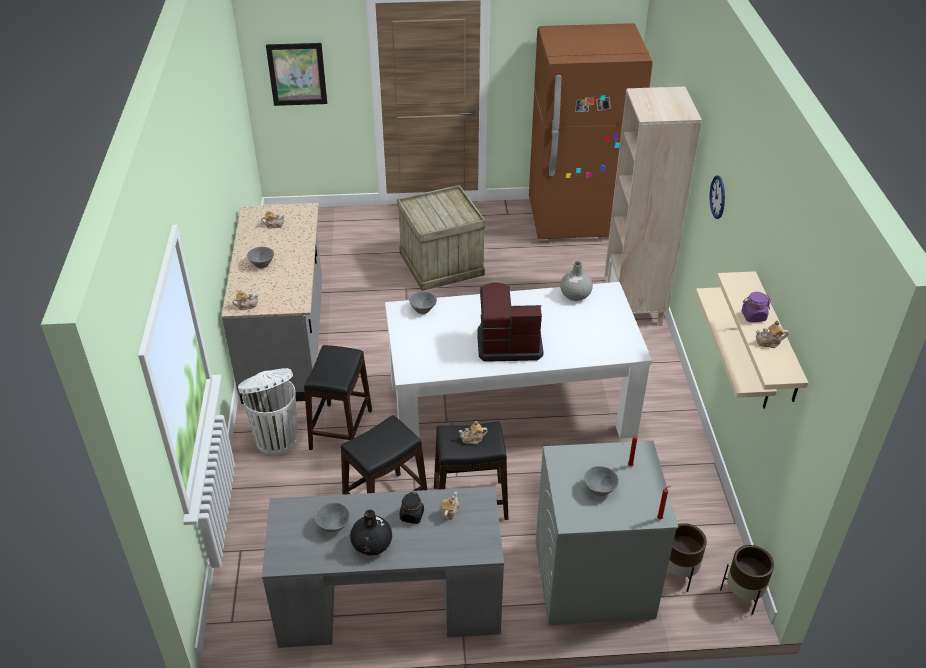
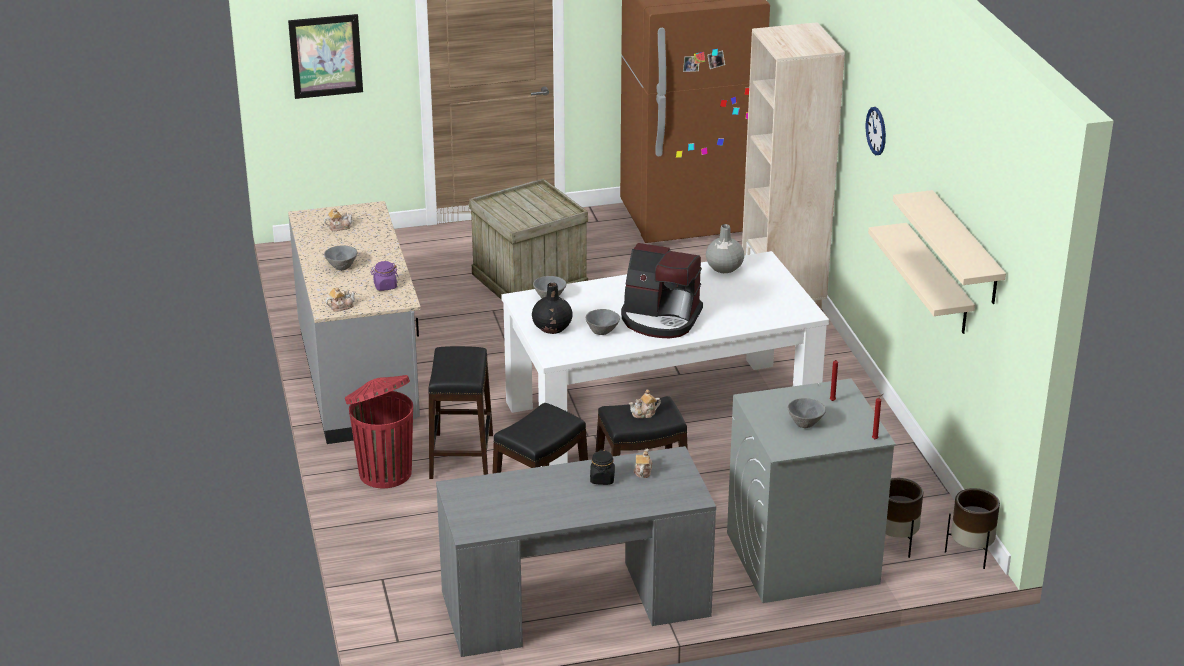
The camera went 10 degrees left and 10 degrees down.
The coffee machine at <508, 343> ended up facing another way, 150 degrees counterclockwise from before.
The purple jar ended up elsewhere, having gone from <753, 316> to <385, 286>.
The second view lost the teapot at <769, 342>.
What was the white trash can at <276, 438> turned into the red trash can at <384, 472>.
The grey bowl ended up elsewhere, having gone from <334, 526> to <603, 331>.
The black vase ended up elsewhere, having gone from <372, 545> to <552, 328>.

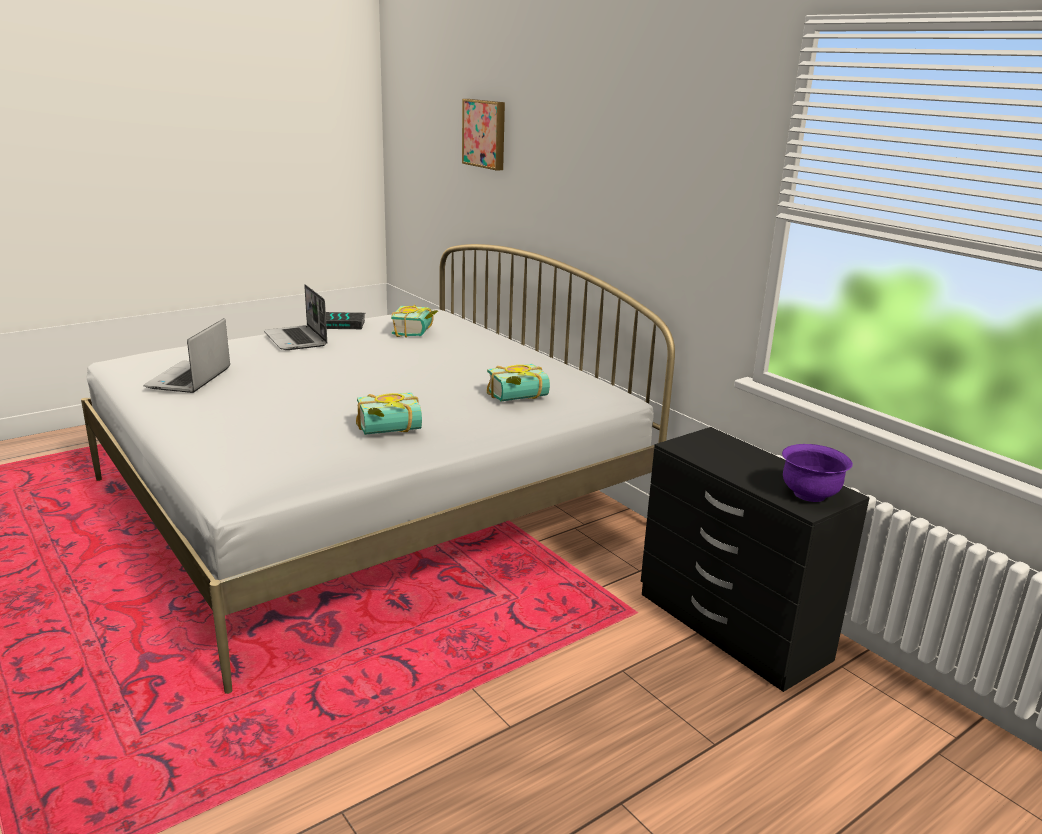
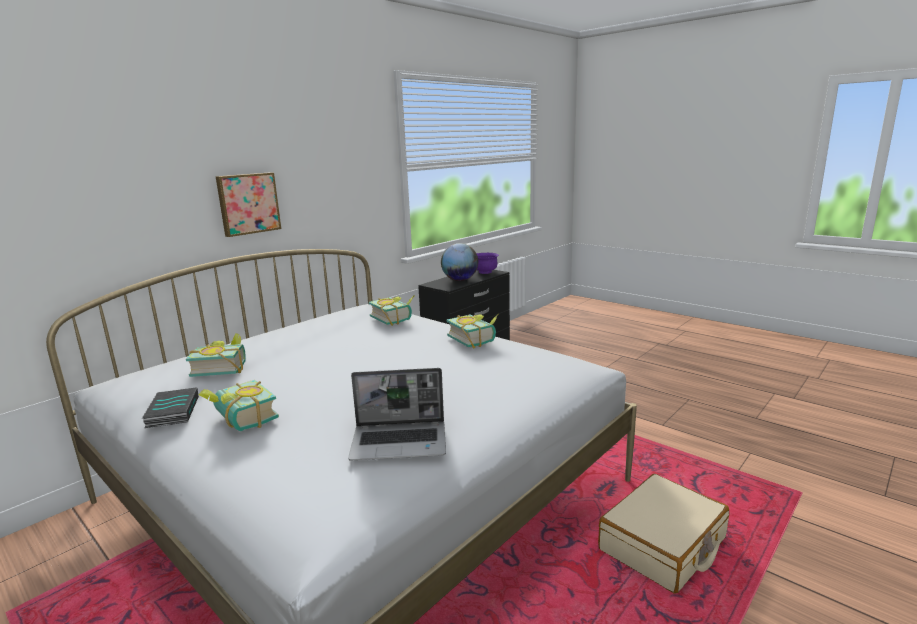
The camera went 100 degrees left and 5 degrees down.
The picture ended up elsewhere, having gone from <485, 134> to <248, 203>.
Where the laptop stood at <297, 339>, the book came to stand at <240, 421>.
The second view gained the globe at <460, 280>.
The second view gained the beige suitcase at <663, 544>.

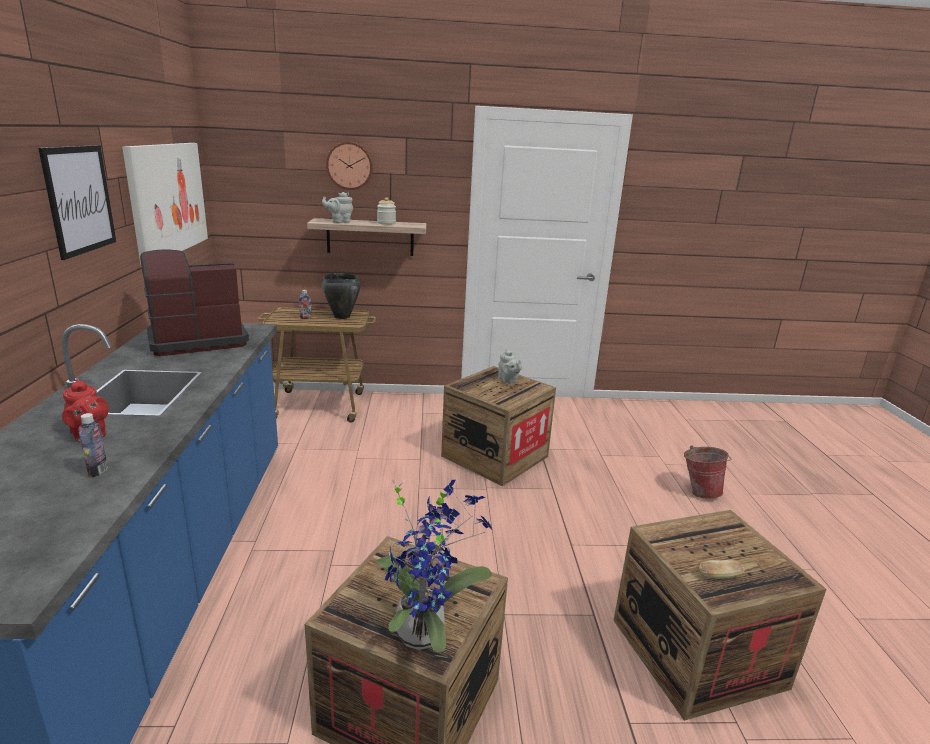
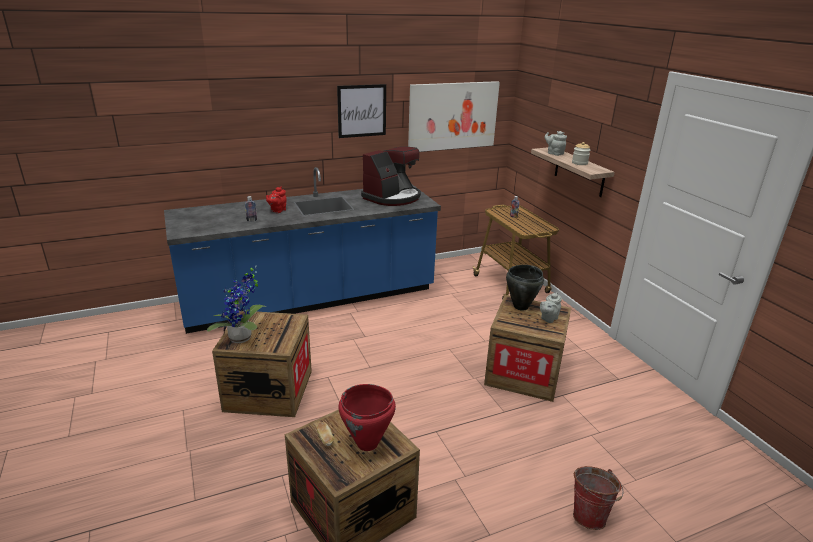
The camera went 70 degrees right and 5 degrees up.
The second view lost the wall clock at <350, 166>.
The coffee machine at <196, 340> ended up facing another way, 90 degrees clockwise from before.
The black cooking pot ended up elsewhere, having gone from <341, 317> to <520, 306>.
The second view gained the red cooking pot at <367, 443>.

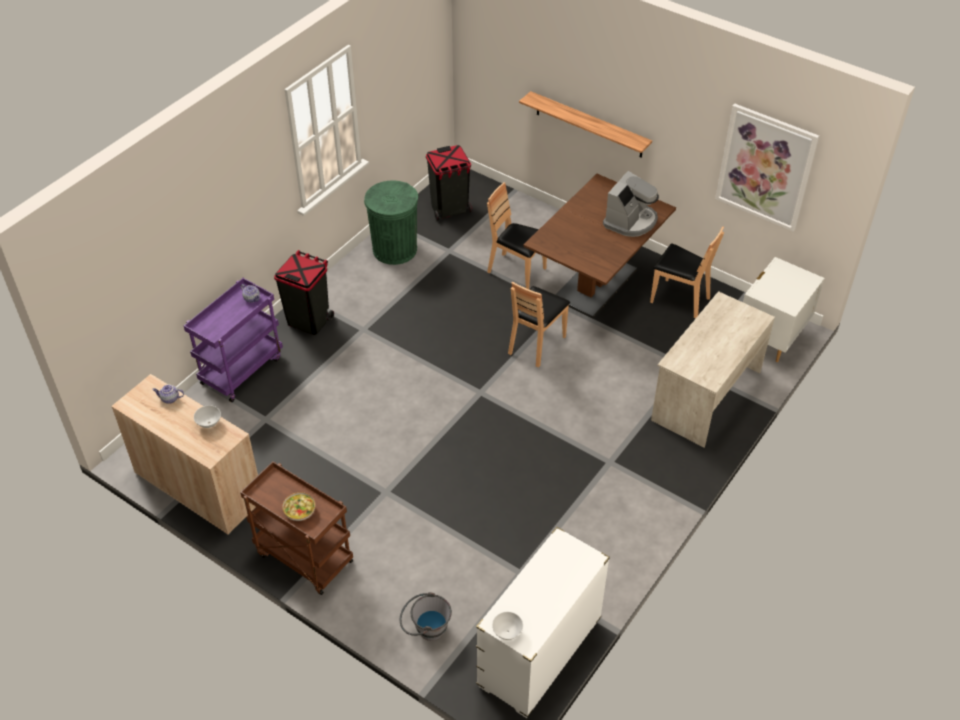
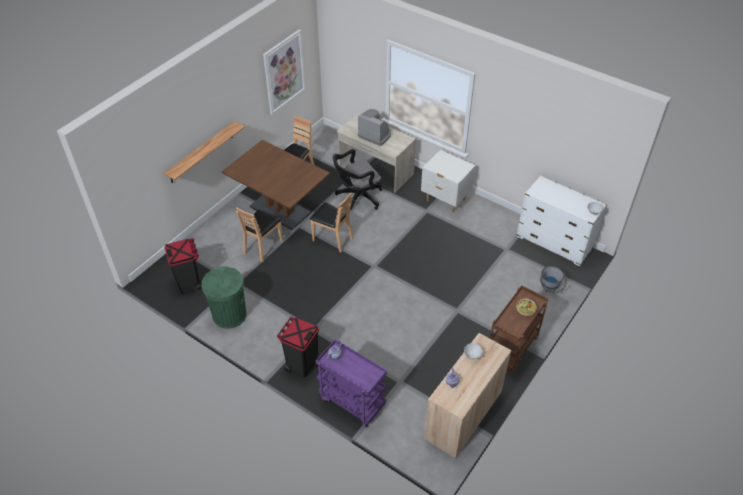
The camera went 90 degrees left and 0 degrees up.
The coffee machine ended up elsewhere, having gone from <630, 221> to <375, 135>.
The white nightstand ended up elsewhere, having gone from <770, 339> to <445, 200>.
The second view gained the black office chair at <357, 198>.

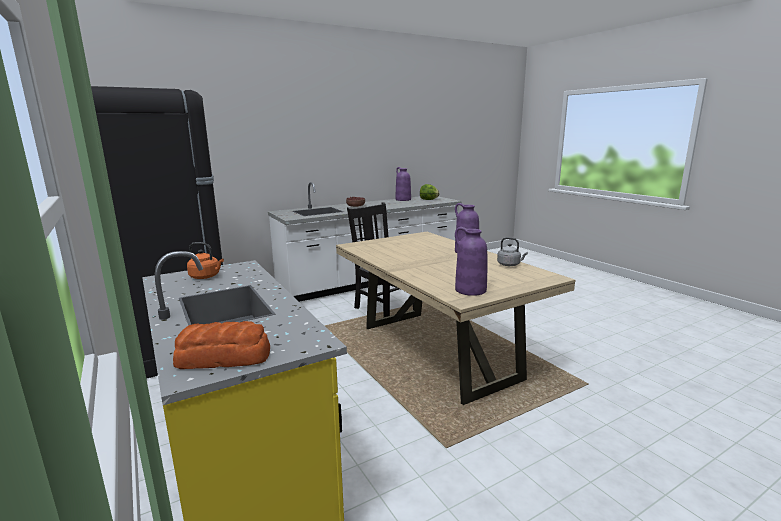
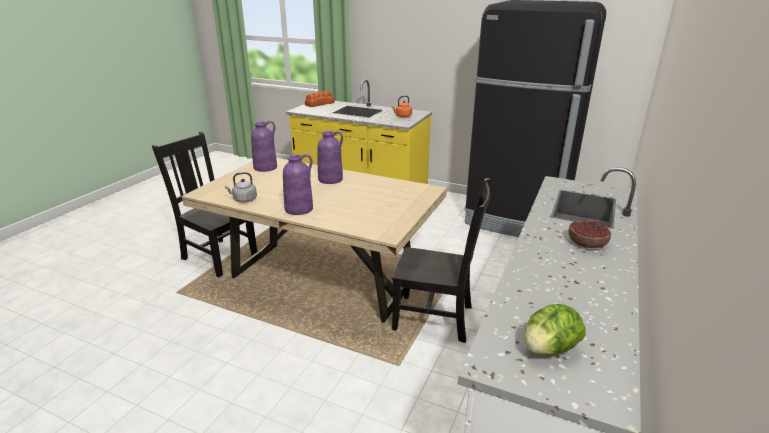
The camera went 145 degrees right and 10 degrees up.
The purple vase ended up elsewhere, having gone from <403, 199> to <331, 179>.
The second view gained the black chair at <218, 256>.

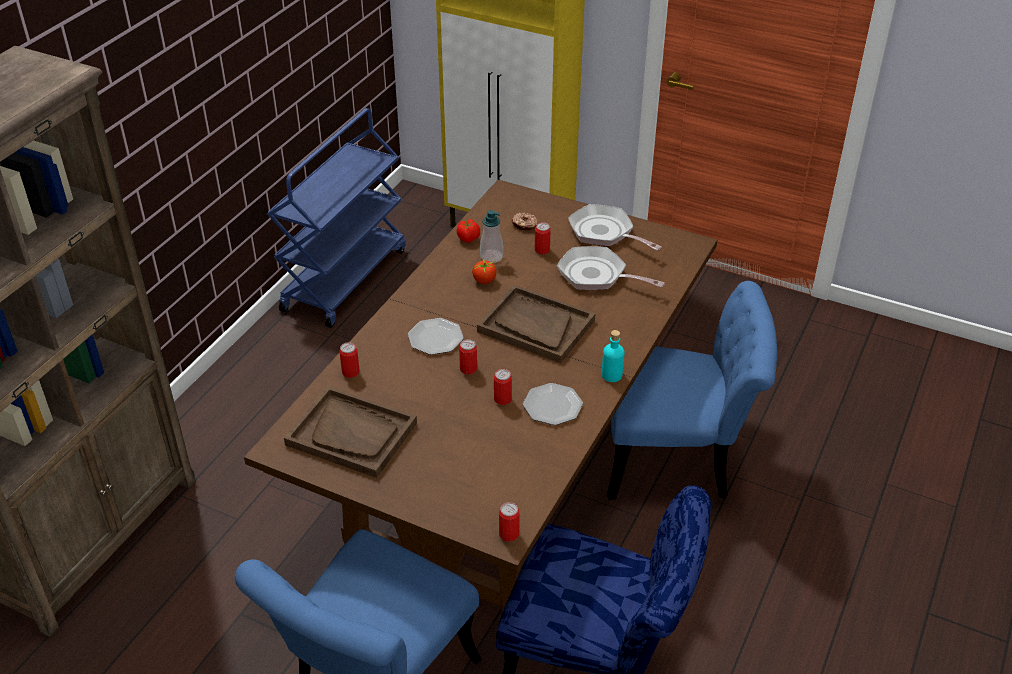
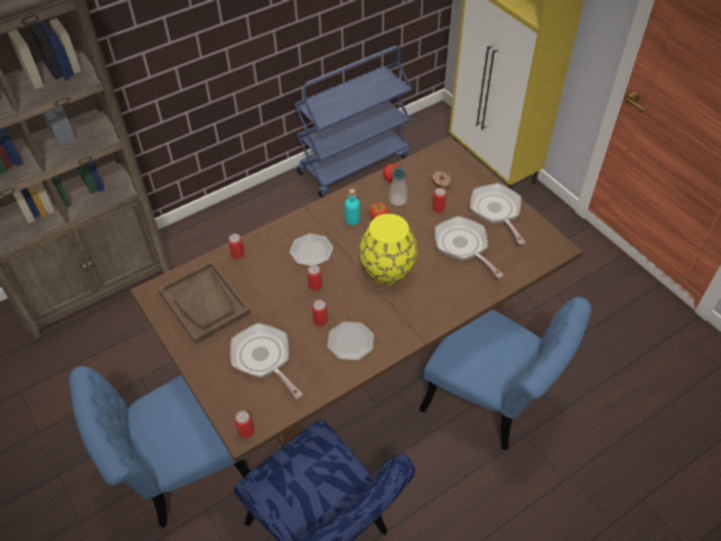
The camera went 30 degrees right and 10 degrees up.
Where the brown tray stood at <535, 326>, the yellow vase came to stand at <387, 270>.
The turquoise bottle ended up elsewhere, having gone from <611, 375> to <352, 219>.
The second view gained the frying pan at <263, 358>.

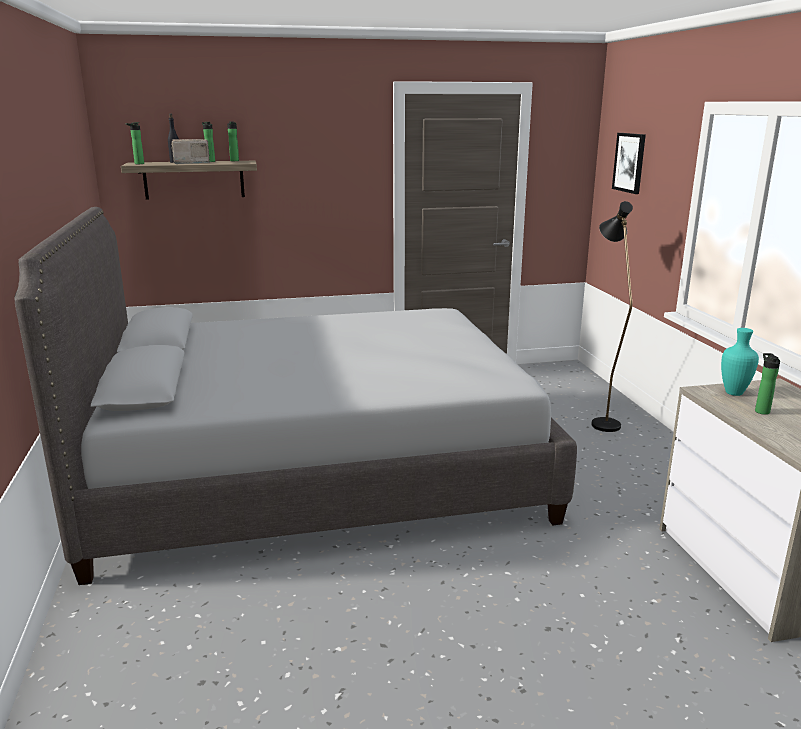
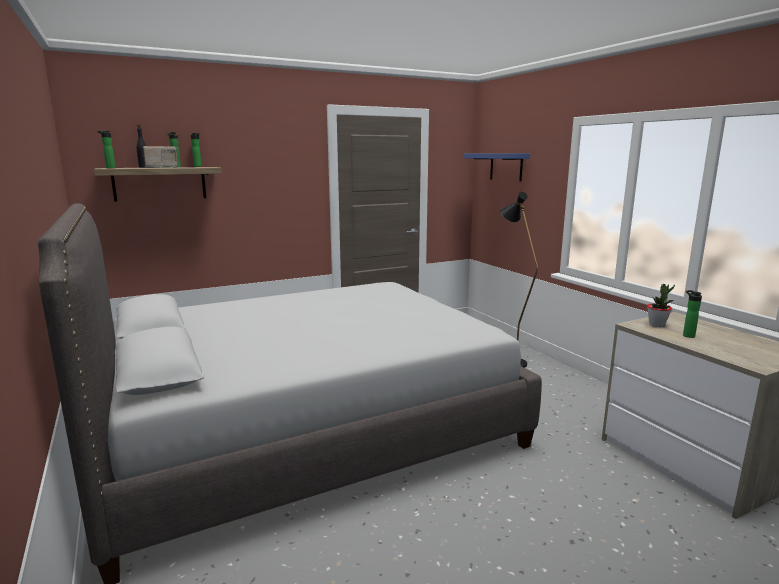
The camera went 15 degrees left and 5 degrees down.
Where the picture hung at <629, 162>, the blue shelf came to hang at <506, 167>.
Where the turquoise vase stood at <734, 393>, the potted plant came to stand at <657, 325>.

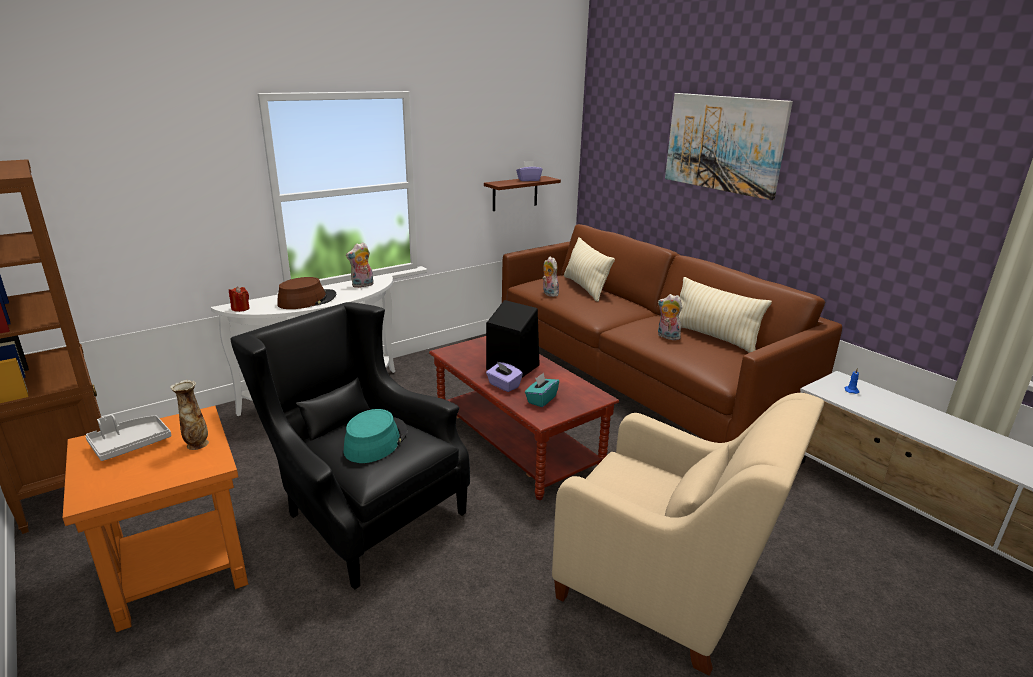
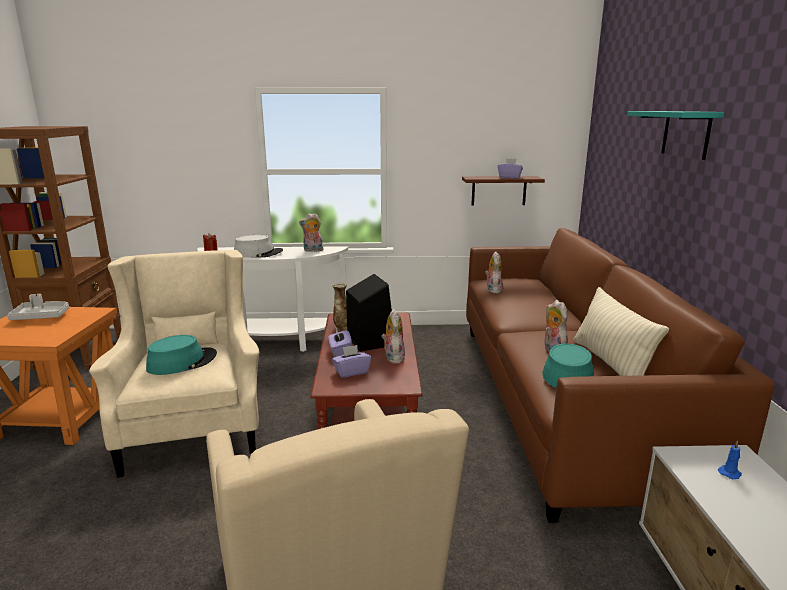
The camera went 35 degrees right and 5 degrees down.
Where the picture hung at <724, 143>, the turquoise shelf came to hang at <686, 134>.
The second view lost the beige pillow at <585, 288>.
What was the brown hat at <307, 300> turned into the grey hat at <258, 253>.
What was the black armchair at <362, 510> turned into the beige armchair at <194, 425>.
What was the turquoise tissue box at <541, 399> turned into the purple tissue box at <351, 372>.
The vase ended up elsewhere, having gone from <197, 444> to <341, 328>.
The second view gained the plush toy at <393, 357>.
The second view gained the turquoise hat at <567, 373>.

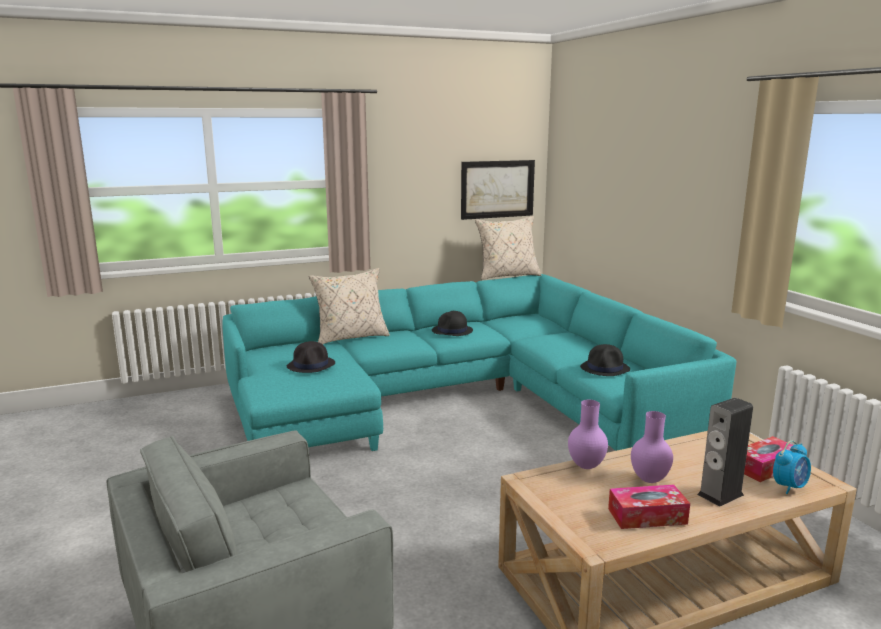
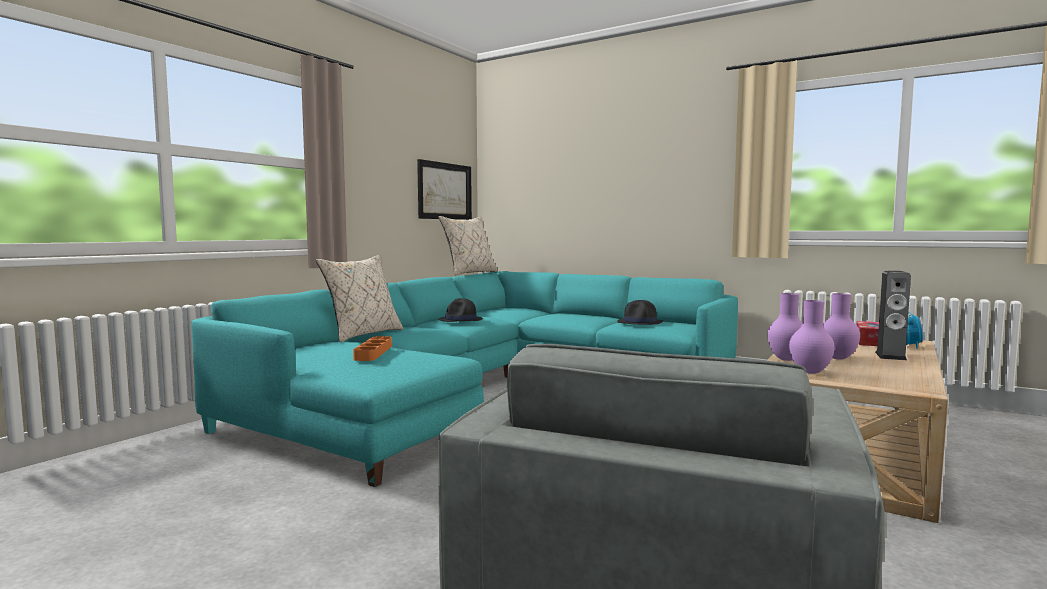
The camera went 35 degrees left and 10 degrees down.
Where the black hat stood at <311, 365>, the orange tray came to stand at <373, 352>.
The second view lost the tissue box at <647, 516>.
The second view gained the purple vase at <811, 372>.

